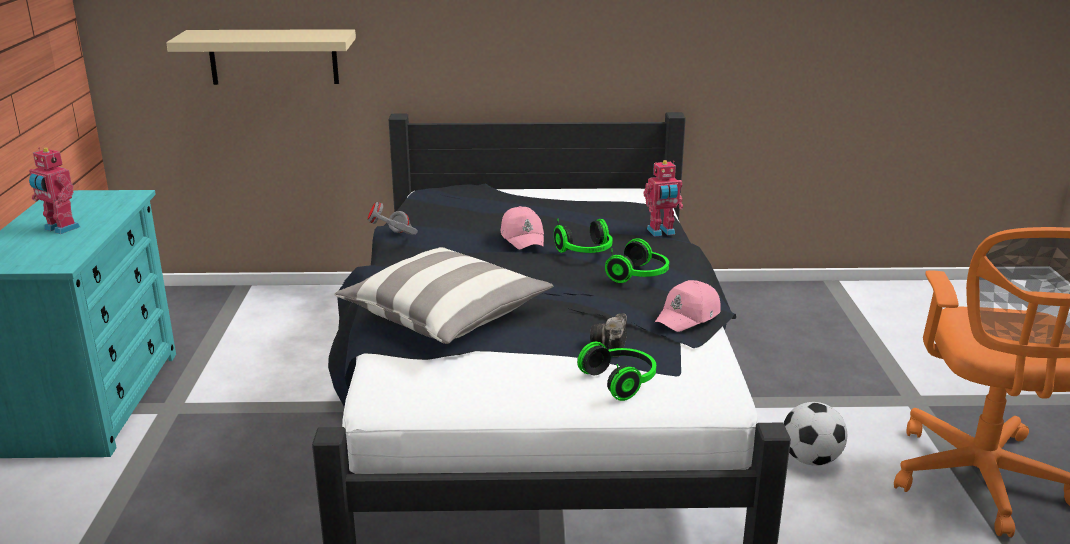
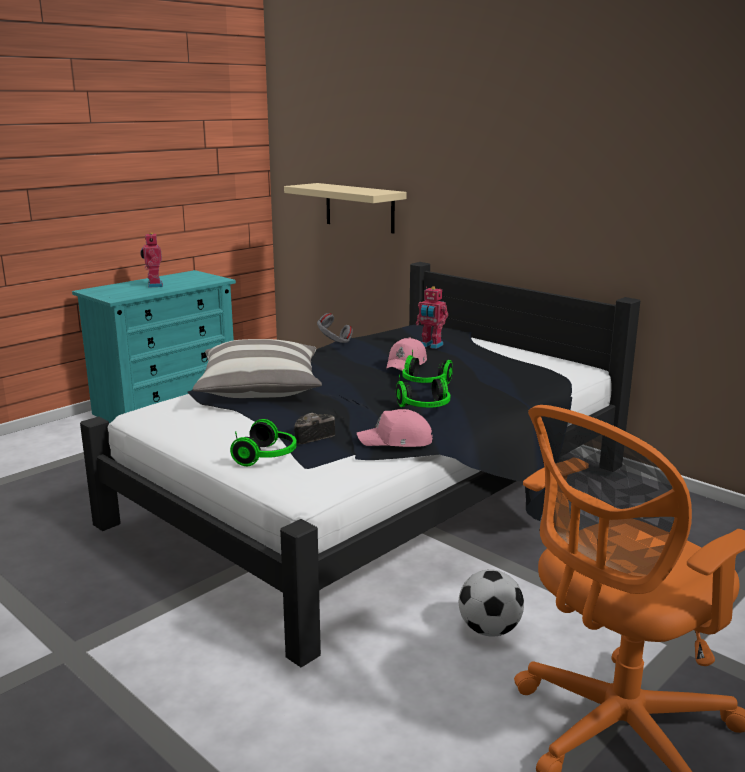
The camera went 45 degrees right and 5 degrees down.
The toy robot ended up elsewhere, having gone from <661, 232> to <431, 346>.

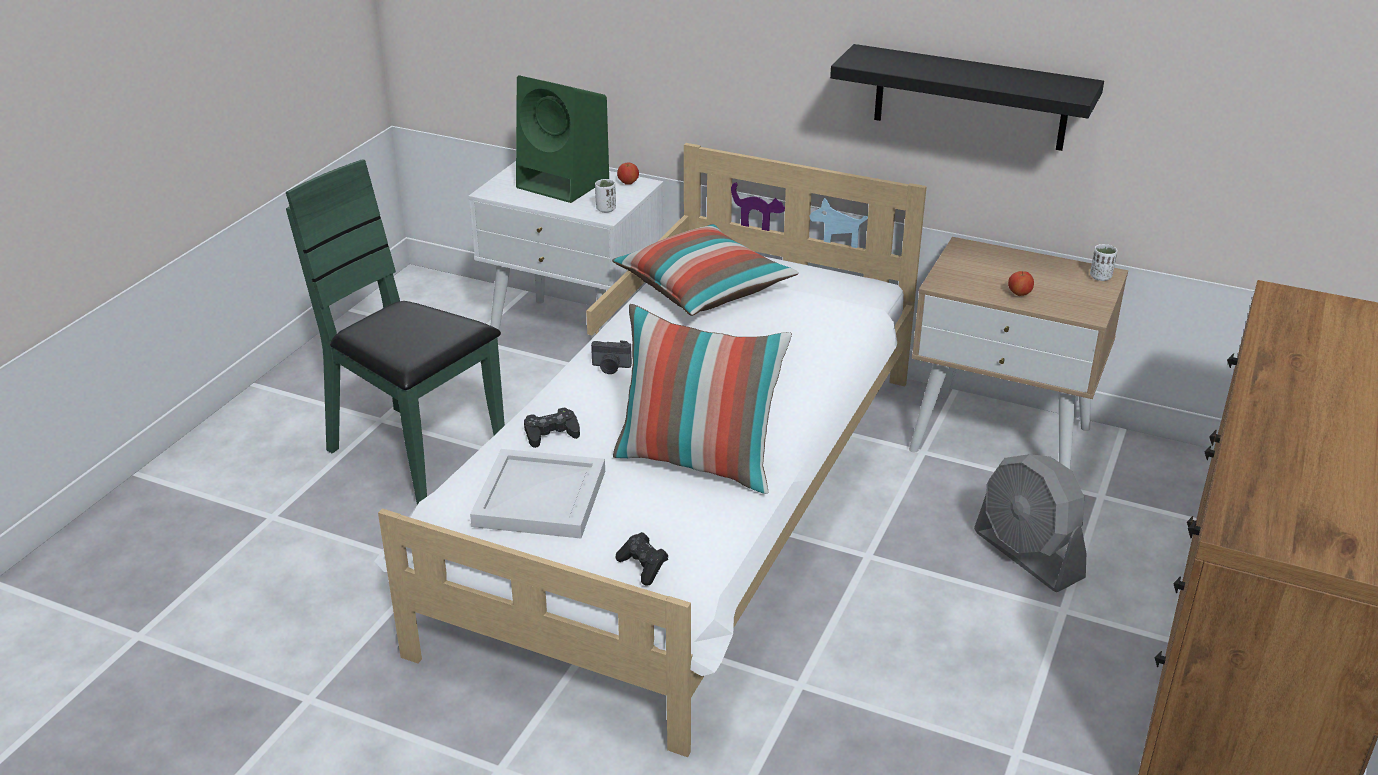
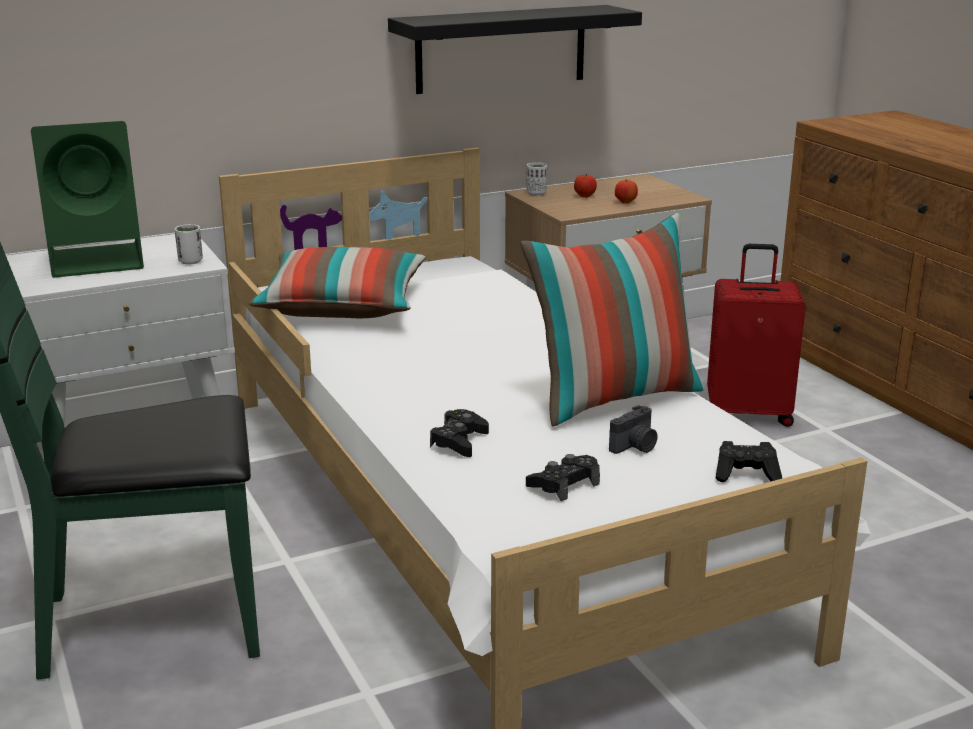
The camera went 50 degrees left and 10 degrees down.
The apple ended up elsewhere, having gone from <628, 183> to <584, 196>.
The white cup ended up elsewhere, having gone from <1100, 277> to <536, 193>.
The photo camera ended up elsewhere, having gone from <610, 367> to <635, 447>.
Where the white tray stood at <538, 499>, the black game controller came to stand at <564, 484>.
Where the grey fan stood at <1028, 555>, the red suitcase came to stand at <749, 413>.

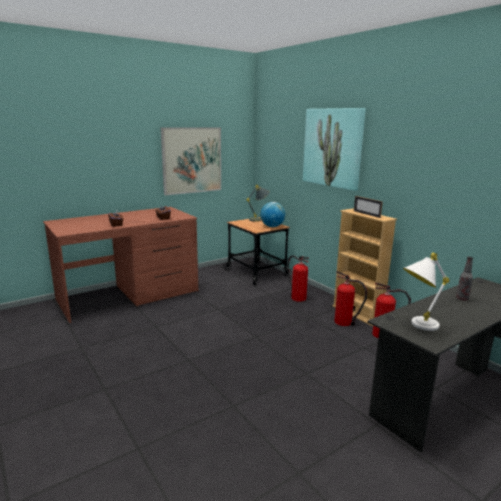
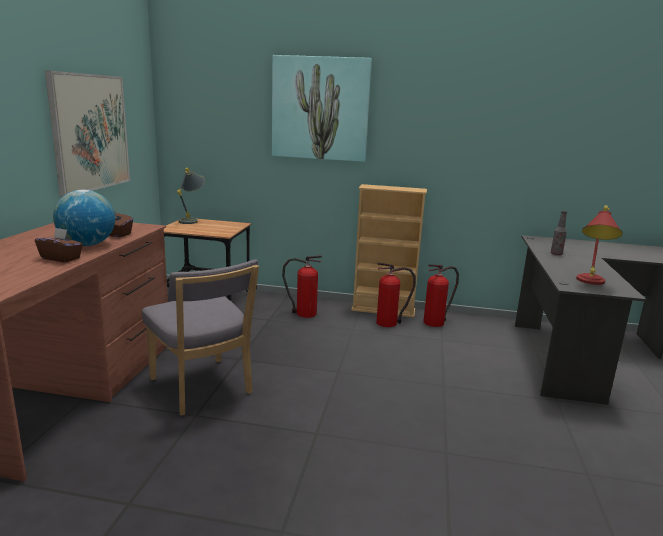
The camera went 45 degrees left and 0 degrees up.
The second view lost the picture frame at <366, 214>.
The globe ended up elsewhere, having gone from <272, 226> to <87, 245>.
What was the white table lamp at <417, 326> turned into the red table lamp at <590, 283>.
The second view gained the grey chair at <203, 388>.

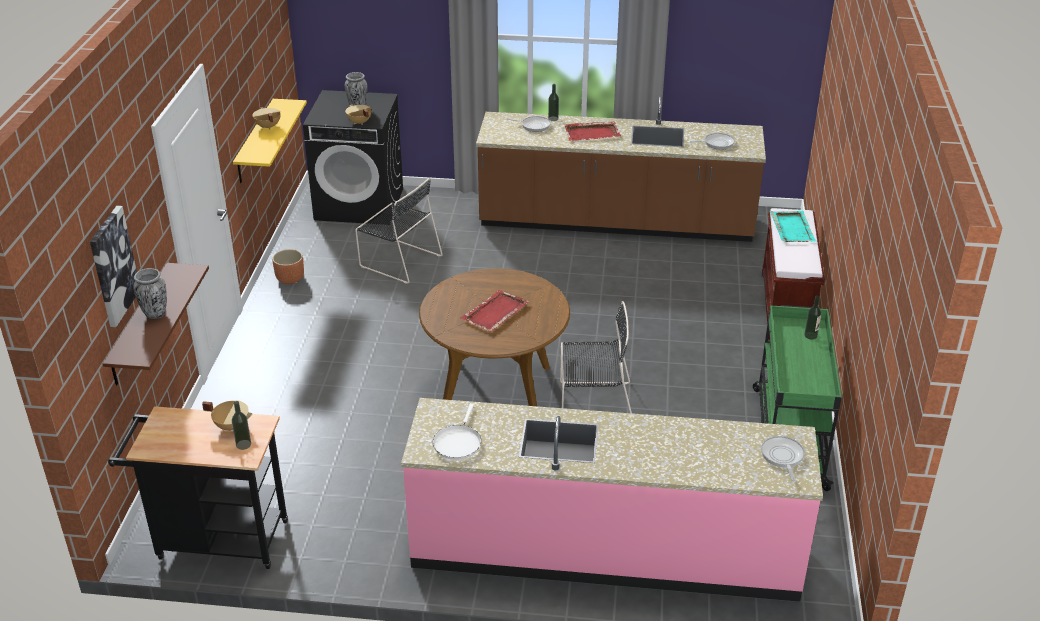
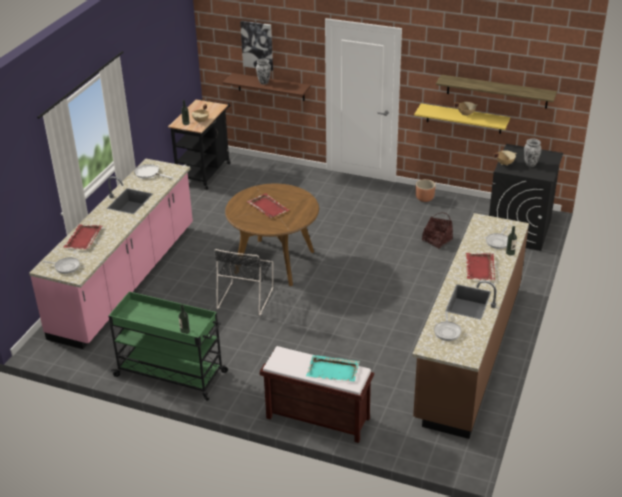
The camera went 105 degrees right and 0 degrees up.
Where the black chair stood at <399, 260>, the basket came to stand at <436, 240>.
The second view gained the shelf at <497, 91>.
The second view gained the red tray at <83, 238>.

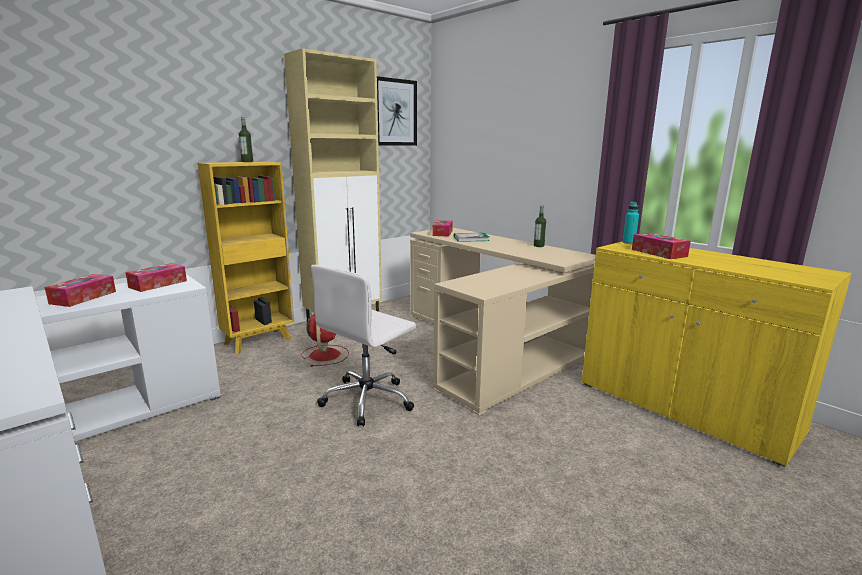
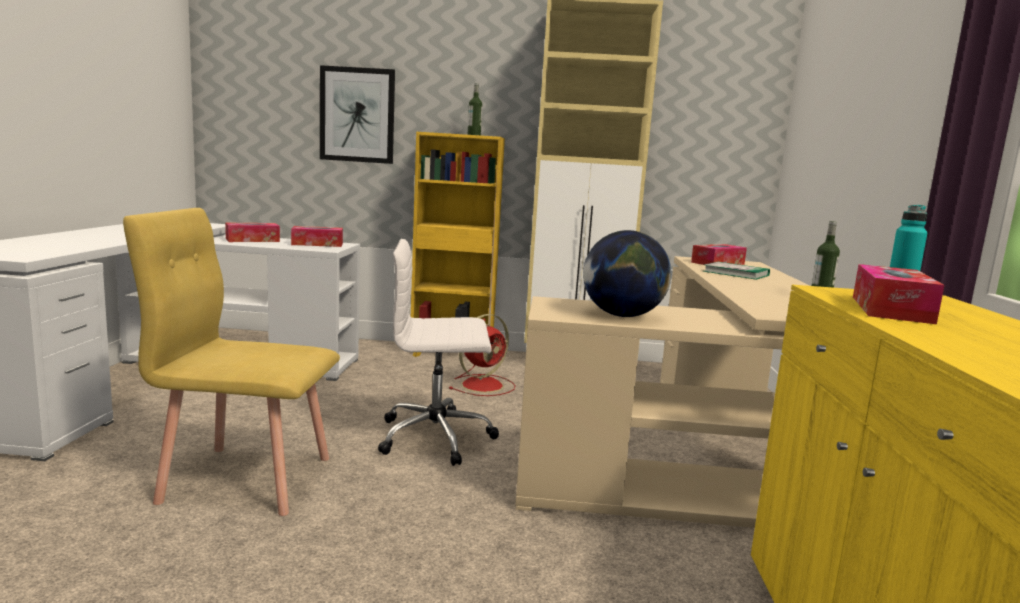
The camera went 45 degrees right and 5 degrees down.
The picture ended up elsewhere, having gone from <395, 112> to <357, 115>.
The second view gained the yellow chair at <247, 478>.
The second view gained the globe at <622, 315>.

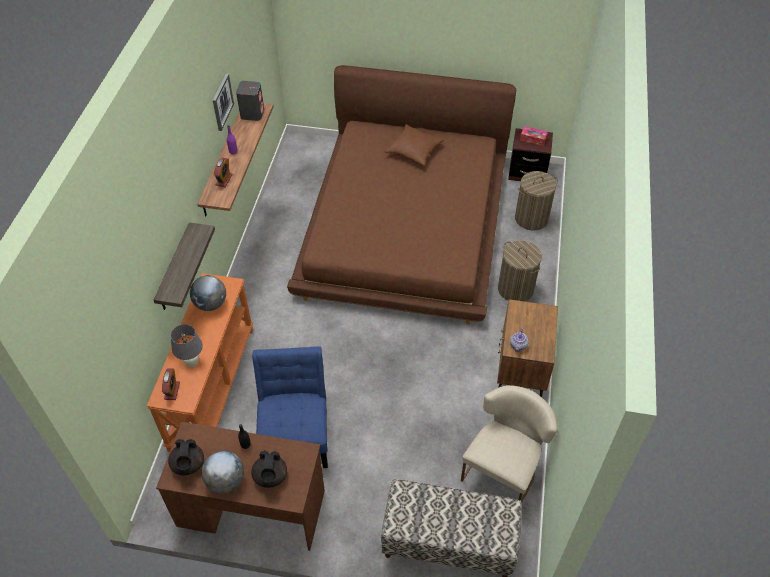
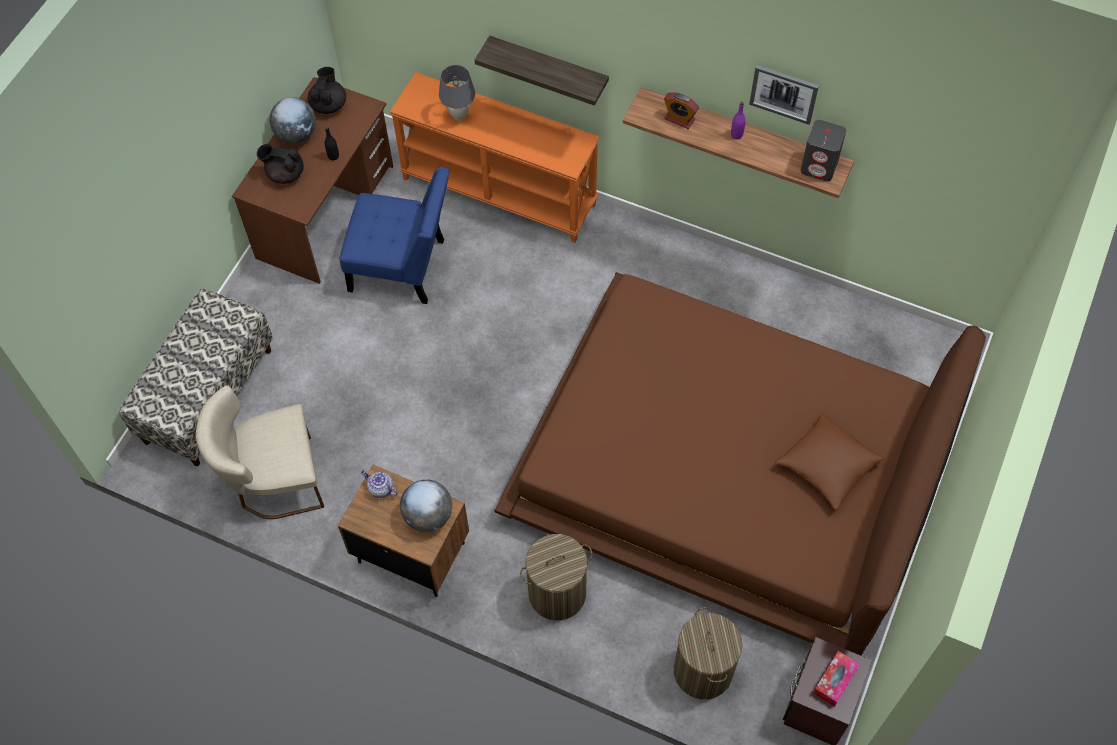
The camera went 105 degrees right and 10 degrees up.
The globe ended up elsewhere, having gone from <211, 304> to <428, 516>.
The second view lost the alarm clock at <172, 391>.
The beige chair at <503, 469> ended up facing another way, 120 degrees clockwise from before.
The black teapot at <188, 465> ended up facing another way, 90 degrees clockwise from before.

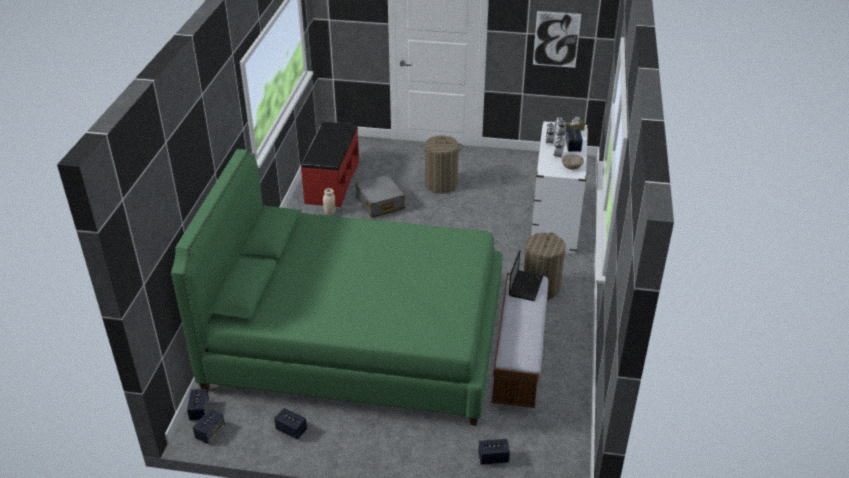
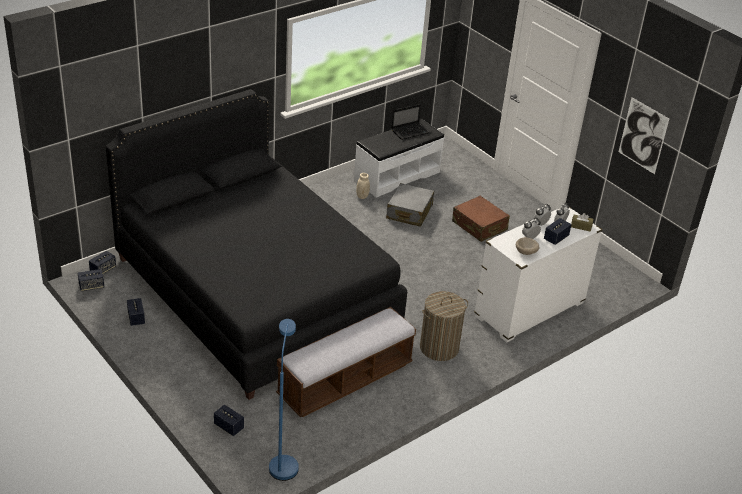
The camera went 40 degrees right and 0 degrees up.
What was the red bench at <332, 182> turned into the white bench at <396, 176>.
Where the laundry basket stood at <441, 184>, the brown suitcase came to stand at <479, 226>.
What was the green bed at <358, 339> turned into the black bed at <255, 293>.
The laptop ended up elsewhere, having gone from <525, 285> to <410, 131>.
The second view gained the blue floor lamp at <283, 462>.

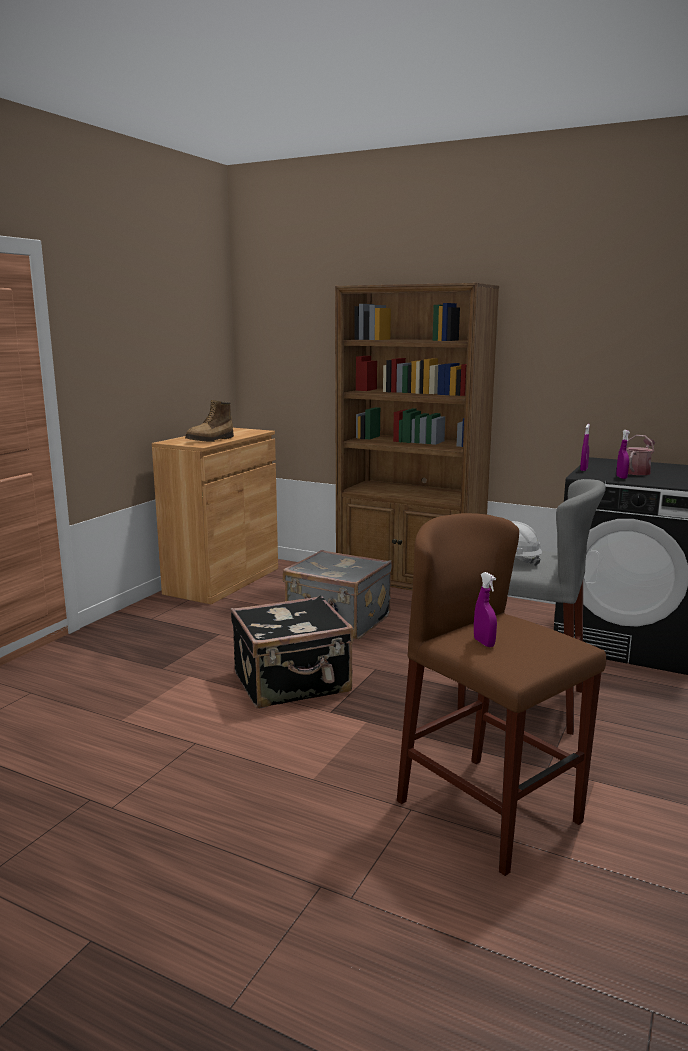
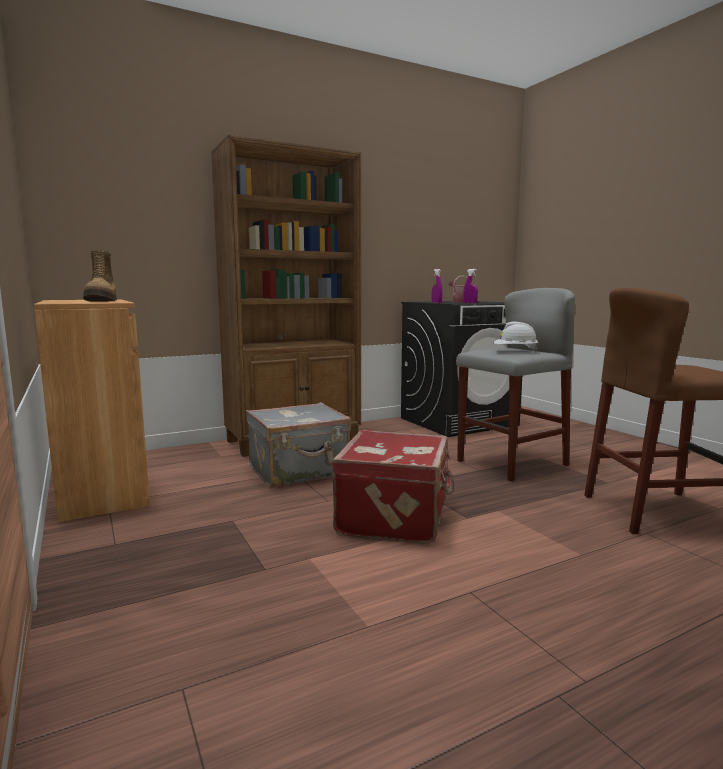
The camera went 55 degrees left and 5 degrees down.
The second view lost the purple spray bottle at <484, 643>.
What was the black suitcase at <293, 683> turned into the red suitcase at <395, 517>.

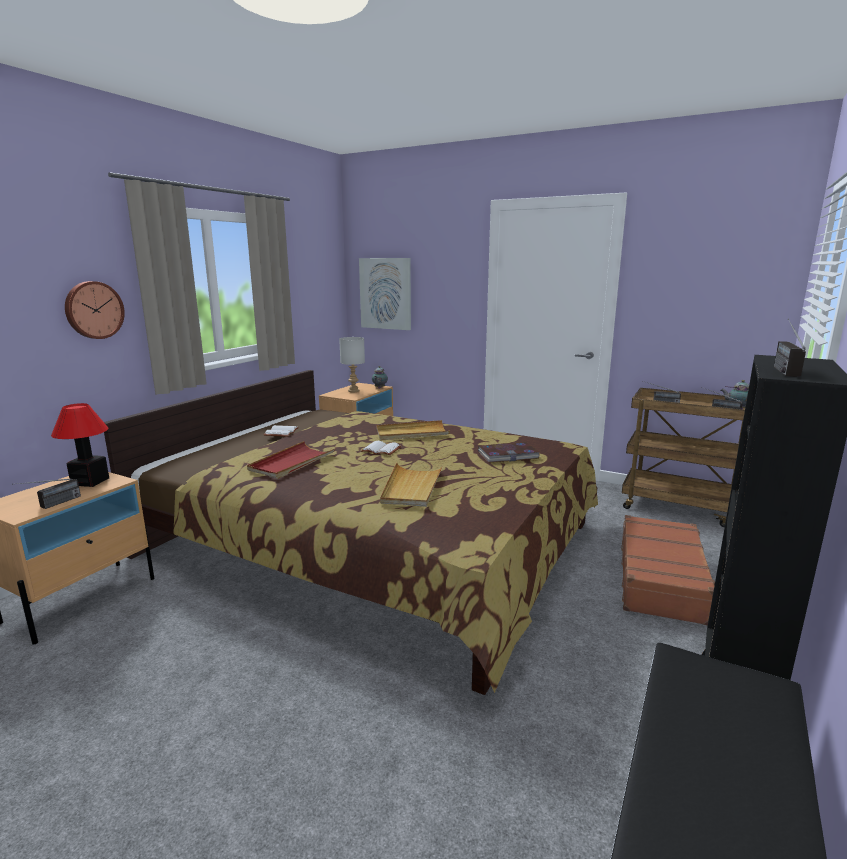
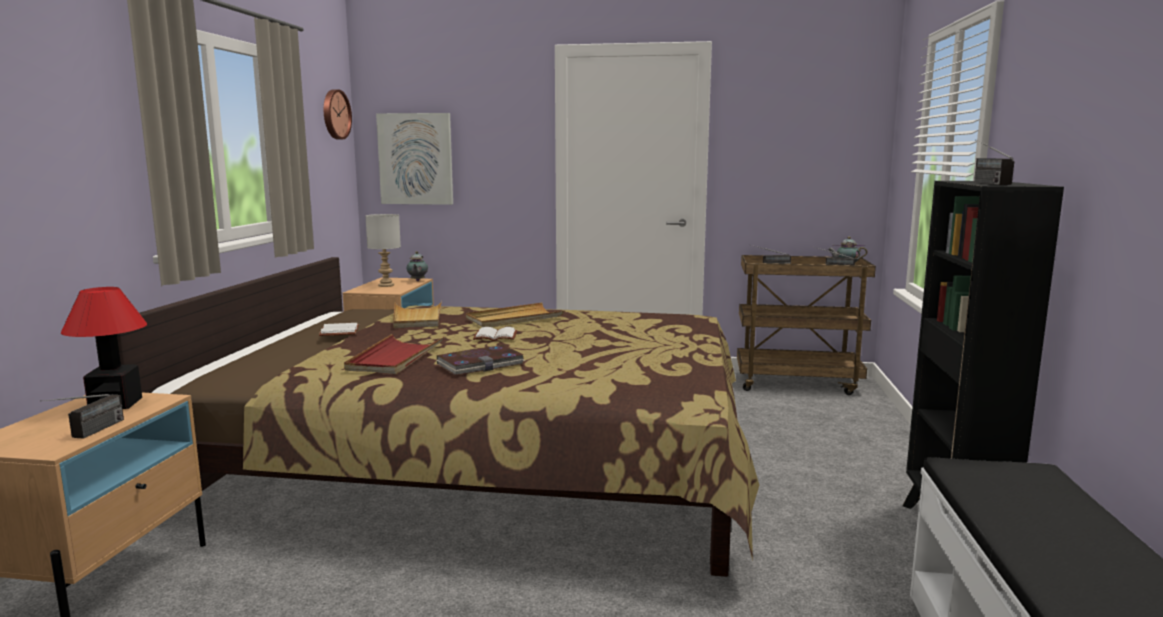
The camera went 20 degrees left and 5 degrees down.
The wall clock ended up elsewhere, having gone from <93, 310> to <335, 114>.
The book ended up elsewhere, having gone from <508, 455> to <480, 364>.
The beige tray ended up elsewhere, having gone from <412, 487> to <417, 318>.
The second view lost the brown suitcase at <661, 580>.

